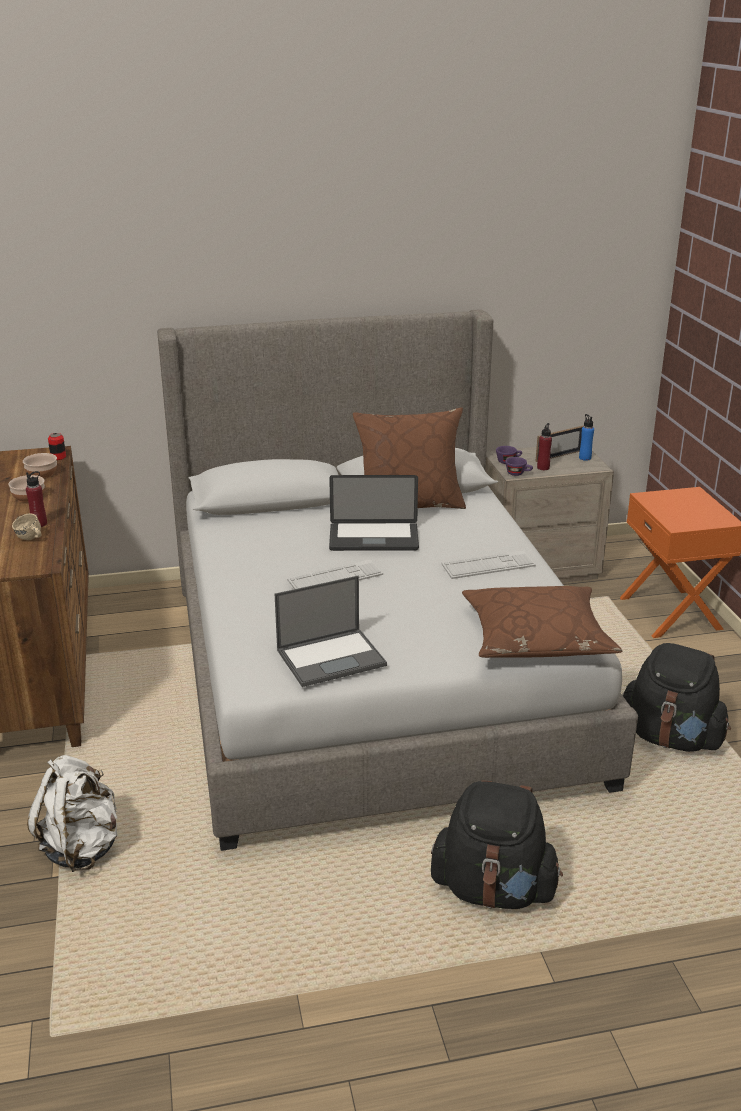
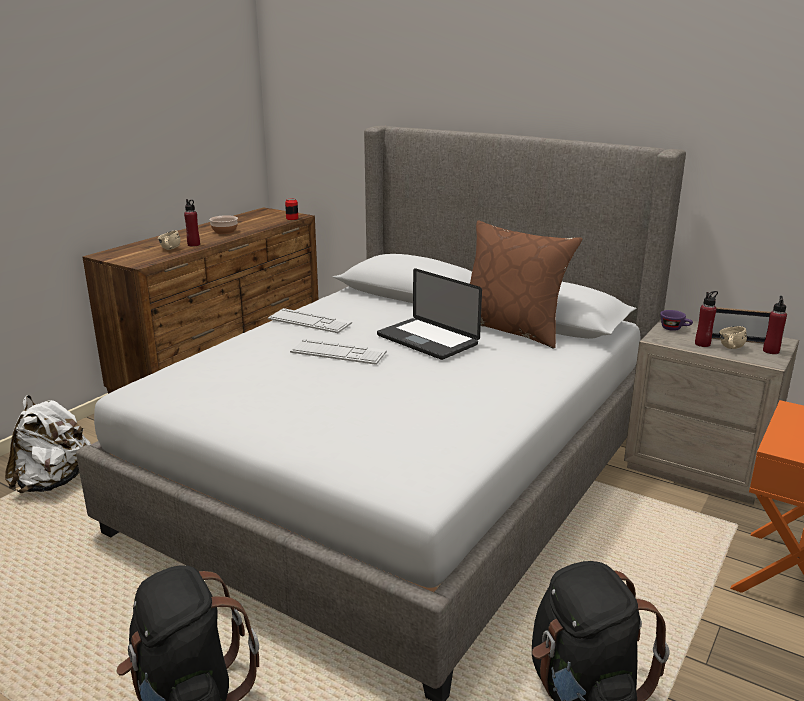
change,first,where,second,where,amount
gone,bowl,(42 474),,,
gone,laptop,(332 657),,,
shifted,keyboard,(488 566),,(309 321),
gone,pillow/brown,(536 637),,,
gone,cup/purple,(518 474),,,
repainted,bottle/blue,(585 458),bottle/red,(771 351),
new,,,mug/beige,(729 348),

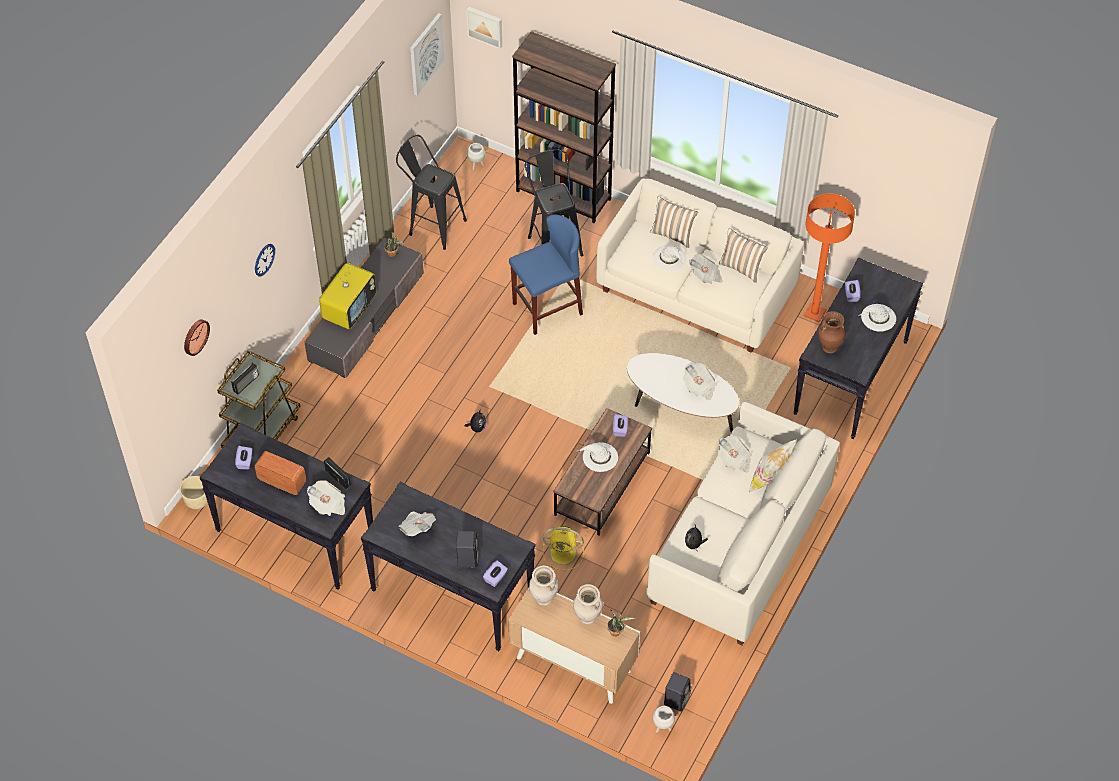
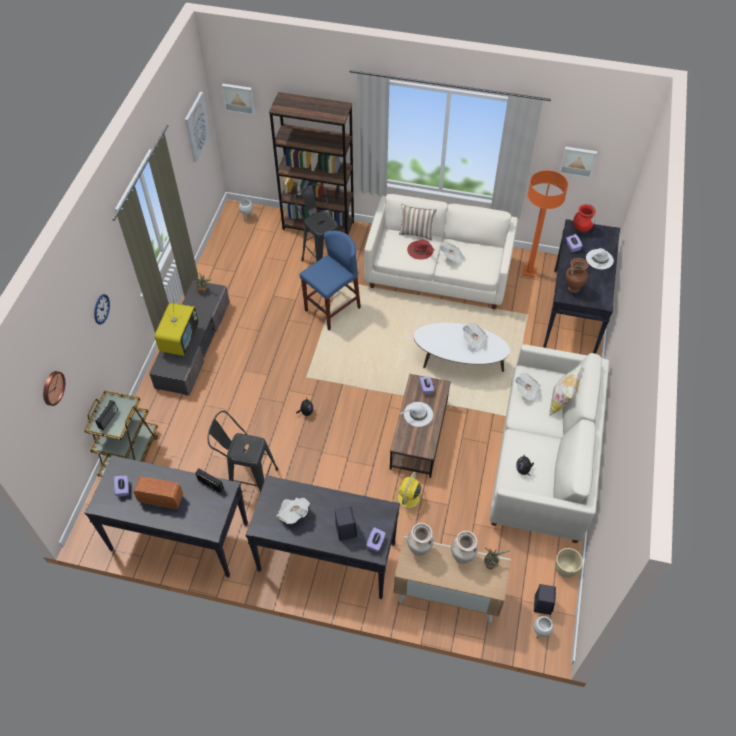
change,first,where,second,where,amount
shifted,planter/beige,(197 501),,(565 569),
gone,newspaper,(328 505),,,
shifted,stool/black,(432 225),,(248 481),
rotated,fan/yellow,(564 553),,(408 499),120 degrees clockwise
repainted,hat/white,(669 258),hat/red,(420 250),
gone,pillow,(741 268),,,
new,,,picture,(578 161),
new,,,vase/red,(582 228),

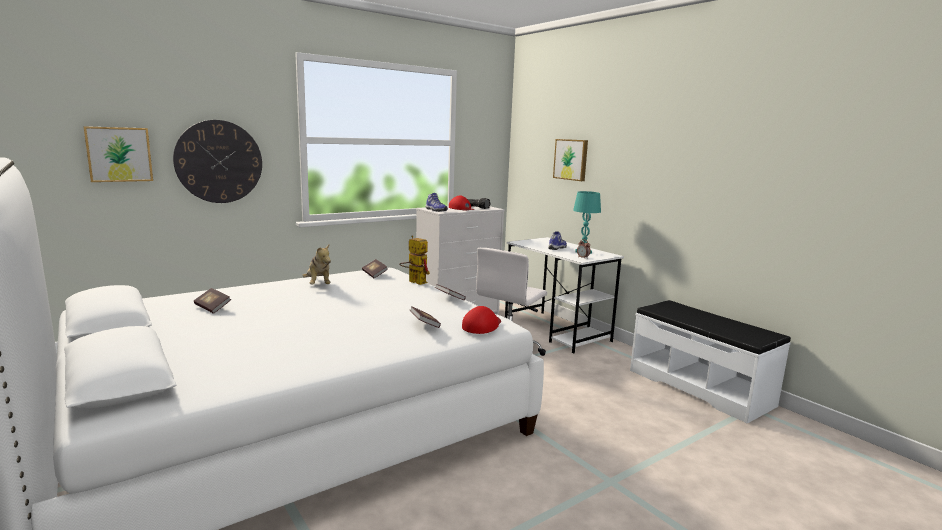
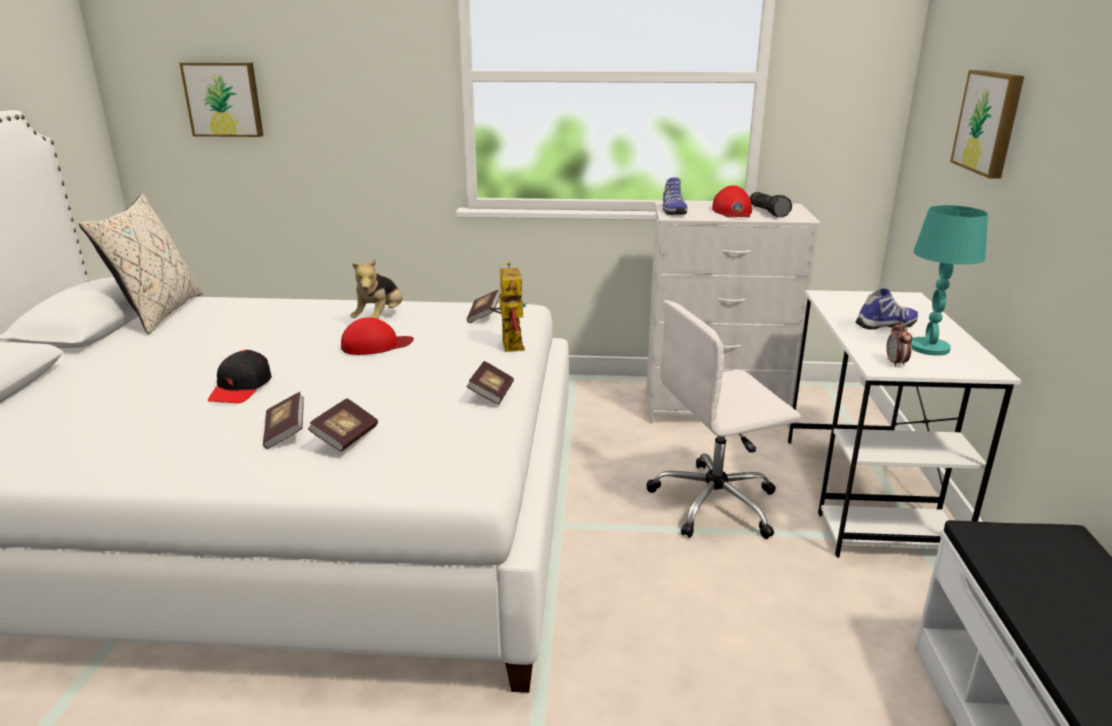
change,first,where,second,where,amount
gone,wall clock,(219 162),,,
shifted,book,(212 308),,(285 432),
shifted,cap/red,(482 325),,(376 345),
new,,,pillow/beige,(158 313),
new,,,cap/black,(241 388),

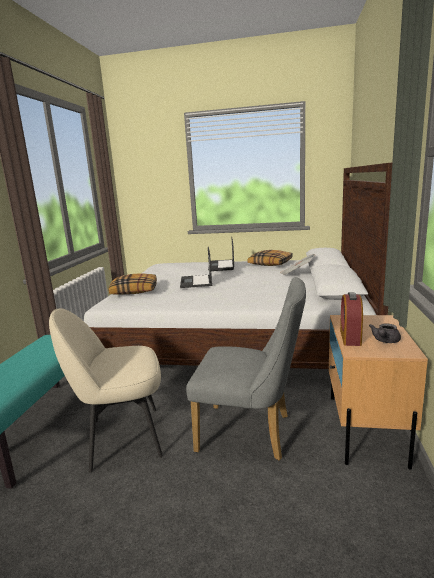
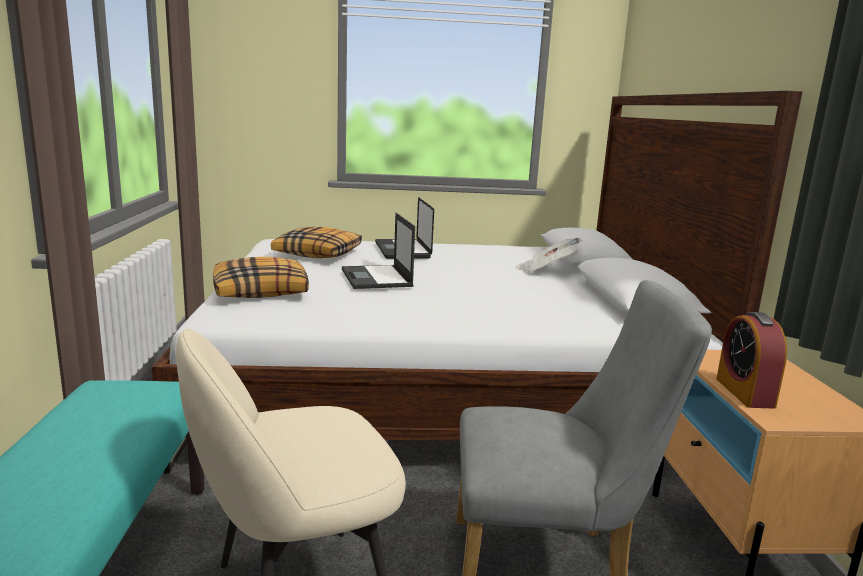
change,first,where,second,where,amount
shifted,pillow,(270 264),,(318 254),
gone,teapot/grey,(385 341),,,

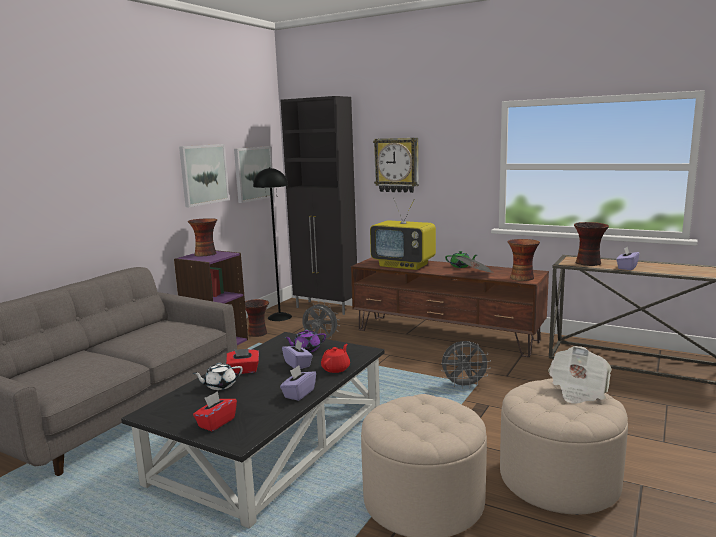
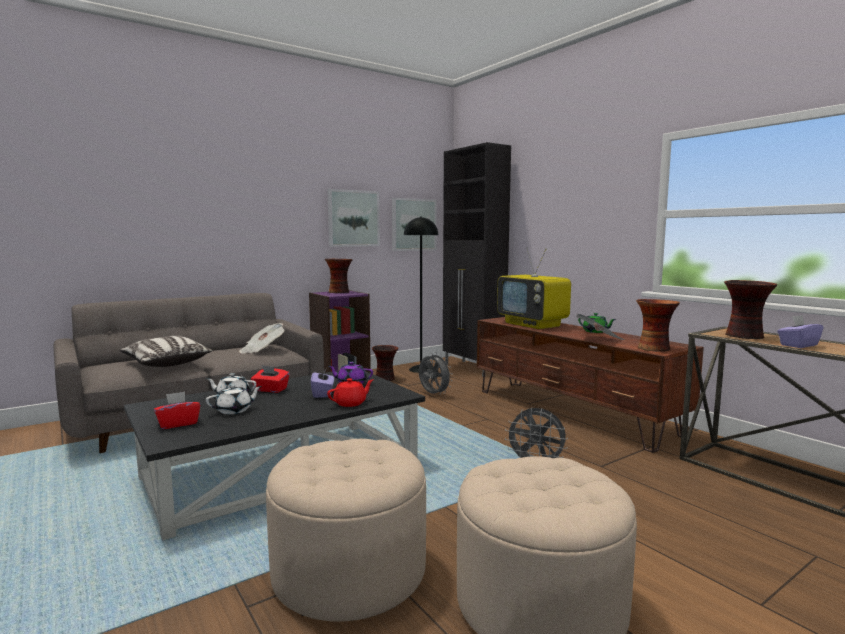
change,first,where,second,where,amount
gone,tissue box/purple,(299 393),,,
gone,wall clock,(397 165),,,
shifted,newspaper,(578 390),,(262 350),
new,,,pillow,(166 363),
new,,,teapot/white,(234 410),

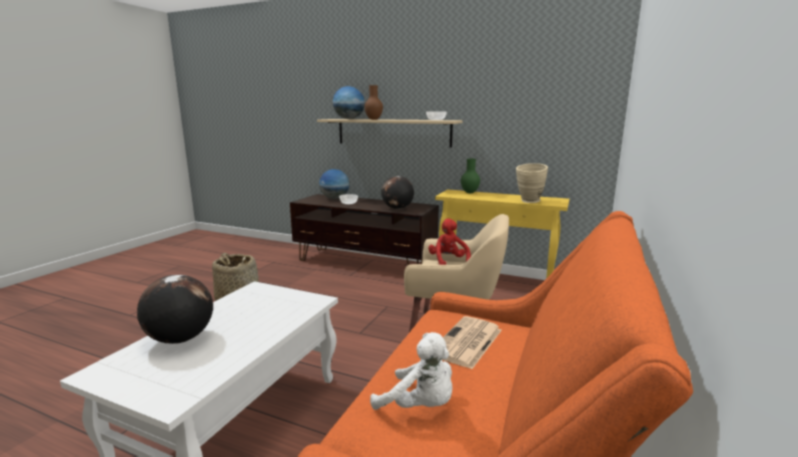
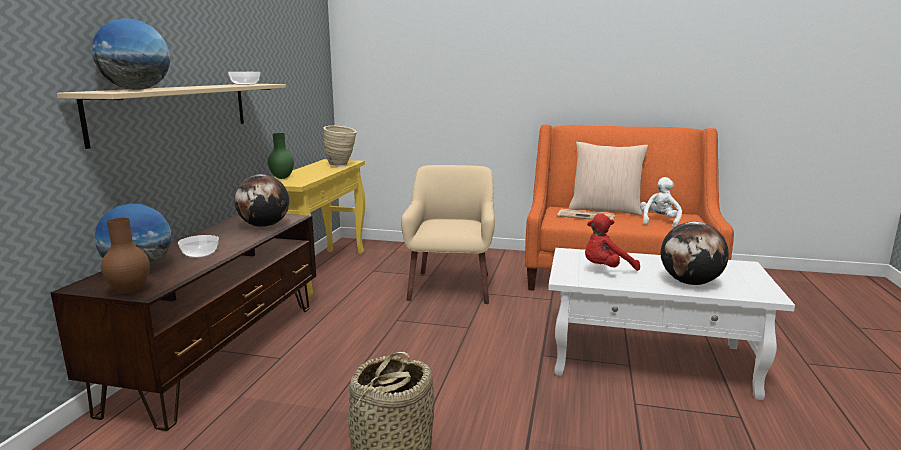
change,first,where,second,where,amount
shifted,vase/brown,(373 119),,(130 291),
shifted,plush toy/red,(448 262),,(606 269),
new,,,pillow/beige,(605 210),

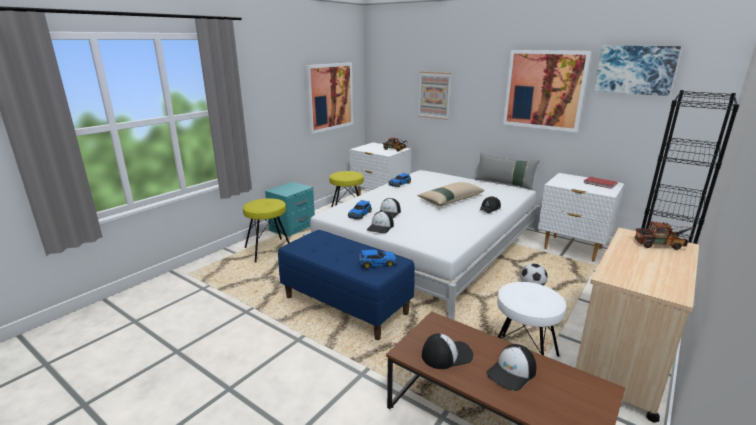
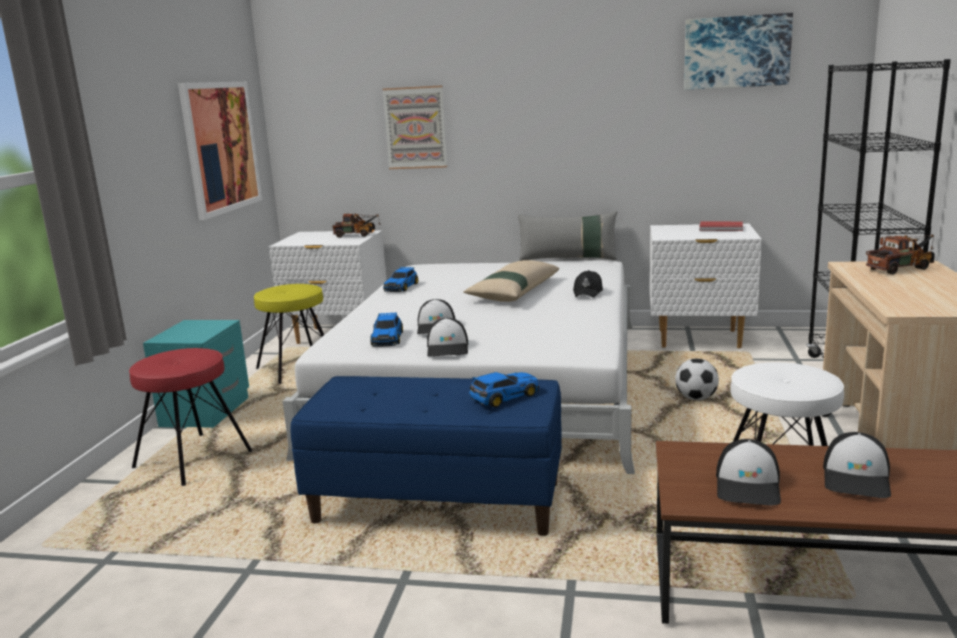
change,first,where,second,where,amount
repainted,stool/yellow,(269 250),stool/red,(194 459),
rotated,cap,(446 354),,(748 486),150 degrees clockwise
gone,picture,(544 90),,,

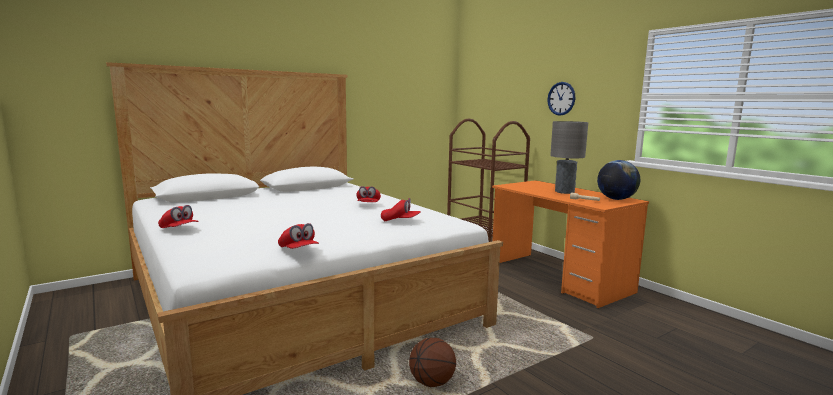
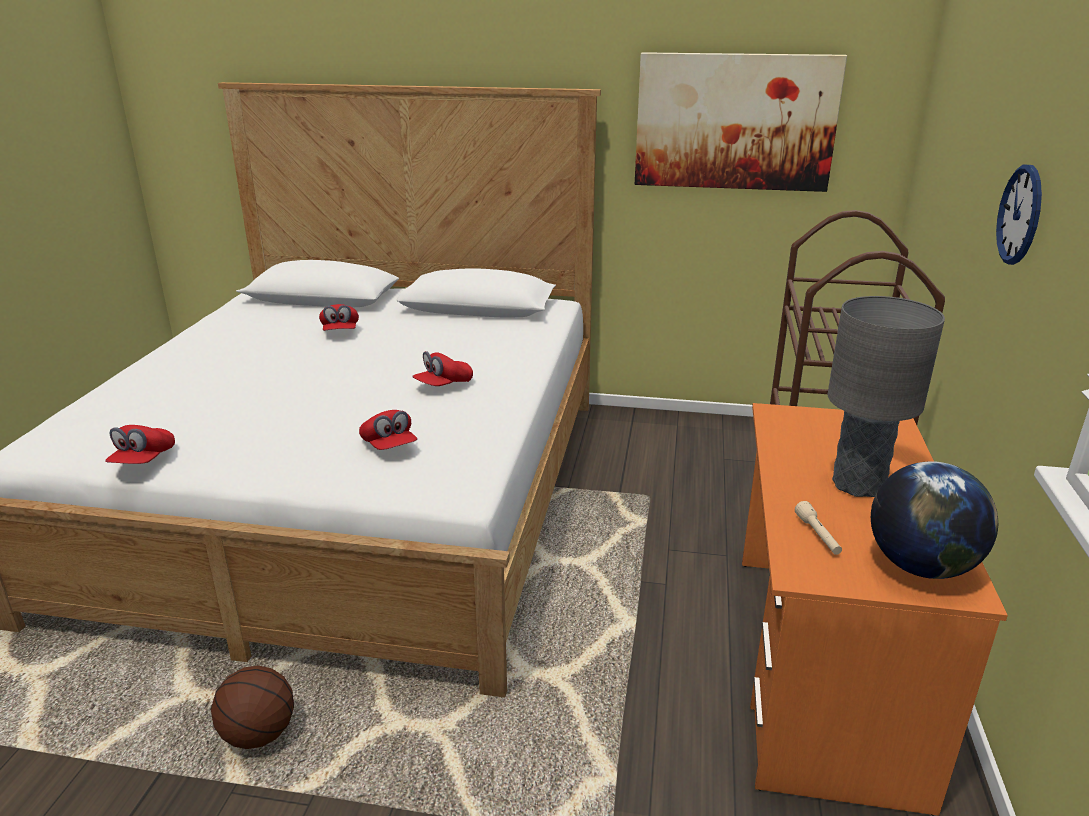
change,first,where,second,where,amount
shifted,cap/red,(179 229),,(340 332),
new,,,picture,(735 122),

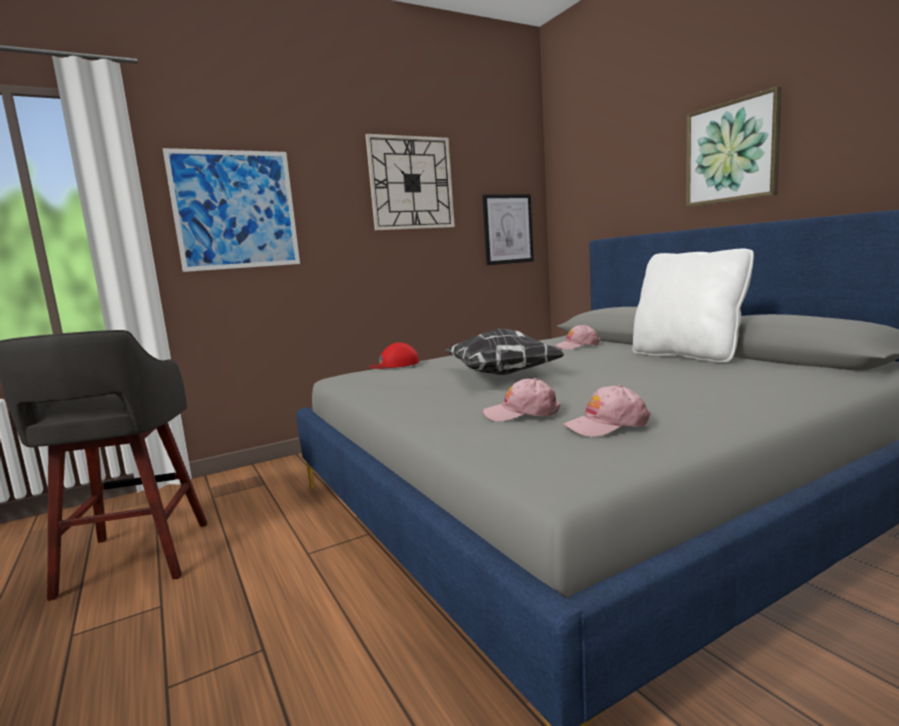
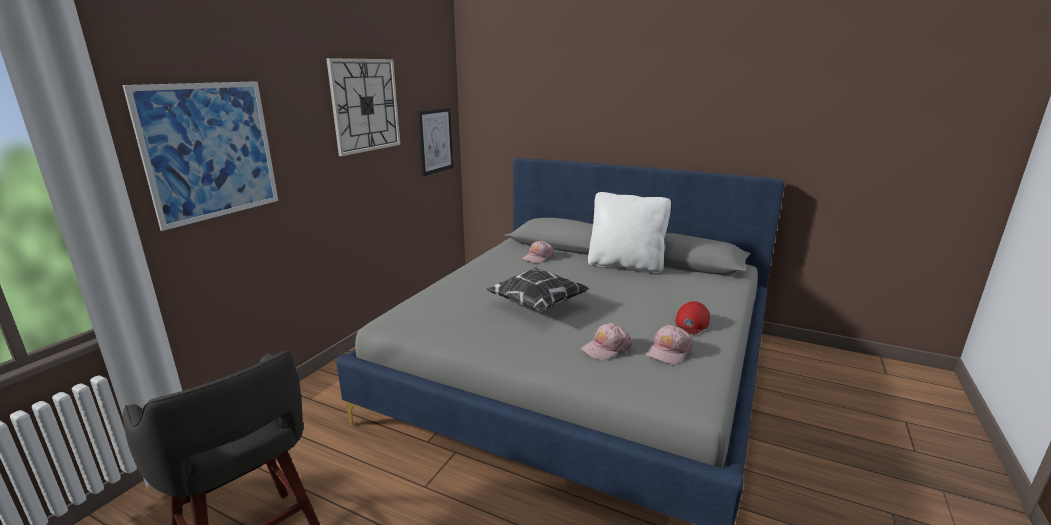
change,first,where,second,where,amount
shifted,cap/red,(395 364),,(691 323),
gone,picture,(731 152),,,

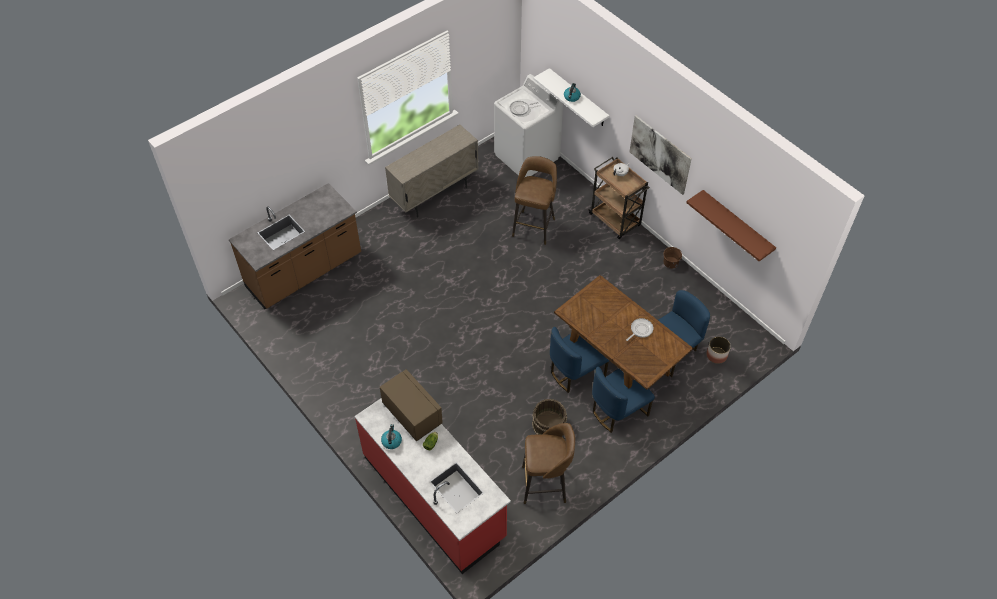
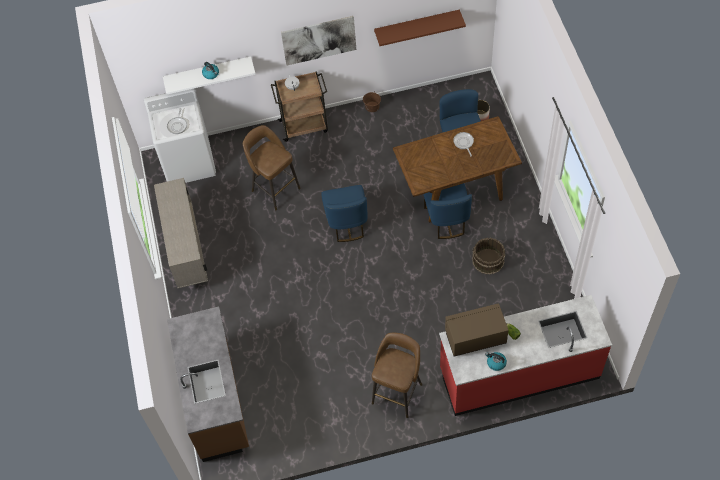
change,first,where,second,where,amount
shifted,stool/brown,(545 484),,(398 392),
shifted,chair/blue,(618 411),,(347 223),

